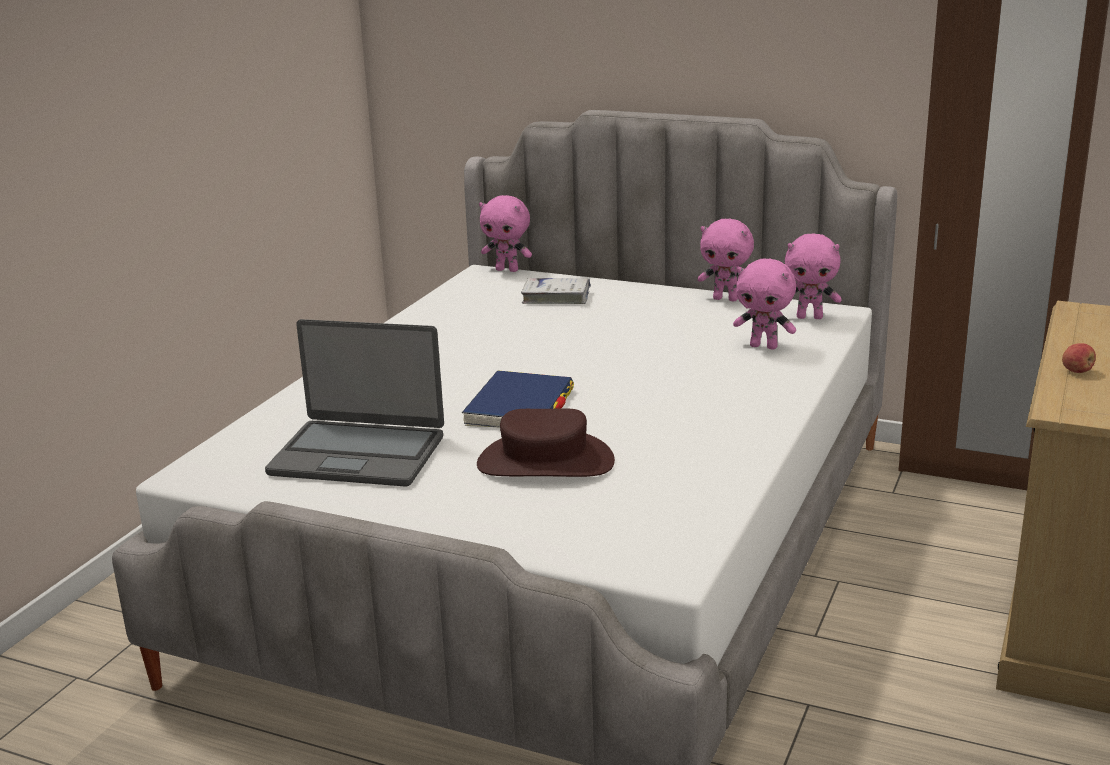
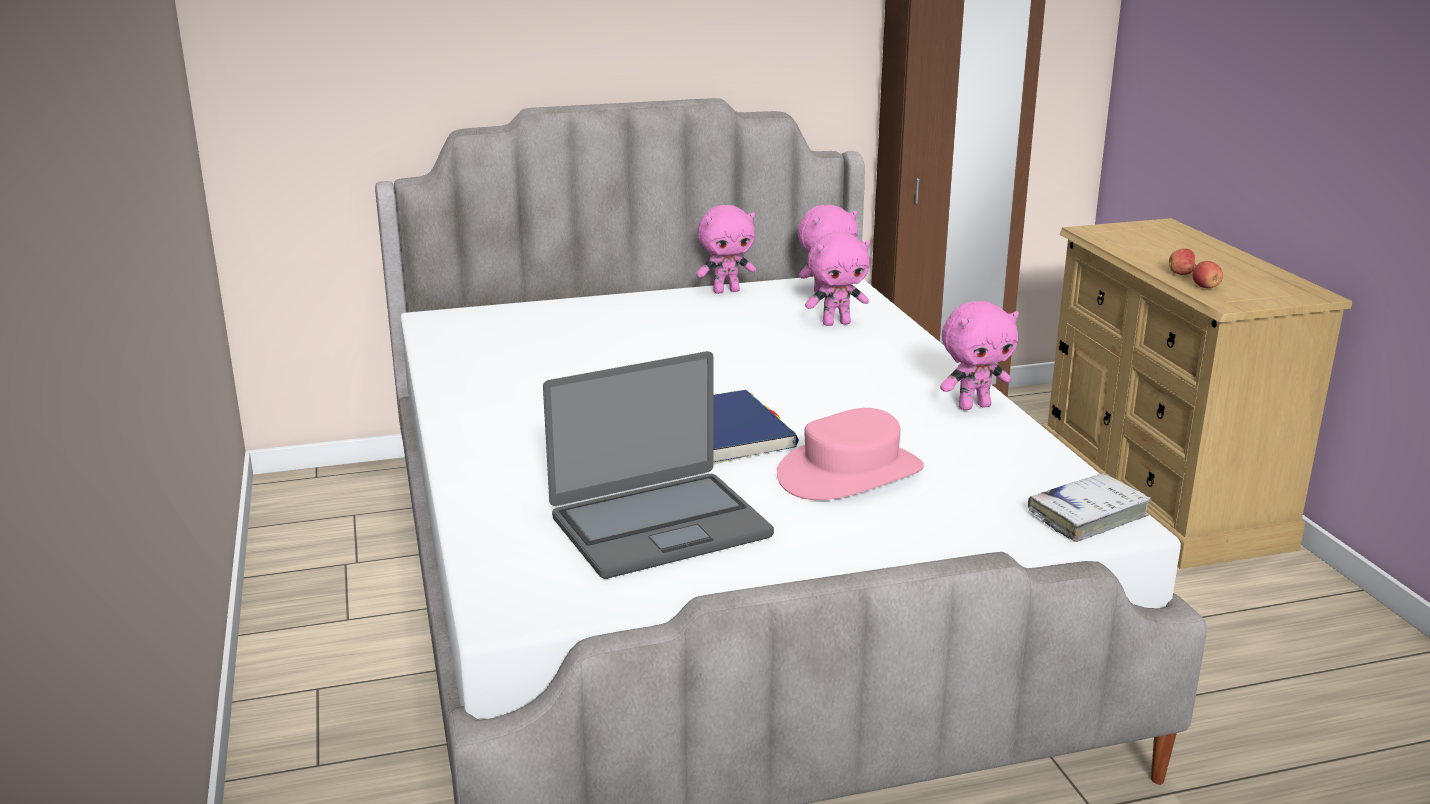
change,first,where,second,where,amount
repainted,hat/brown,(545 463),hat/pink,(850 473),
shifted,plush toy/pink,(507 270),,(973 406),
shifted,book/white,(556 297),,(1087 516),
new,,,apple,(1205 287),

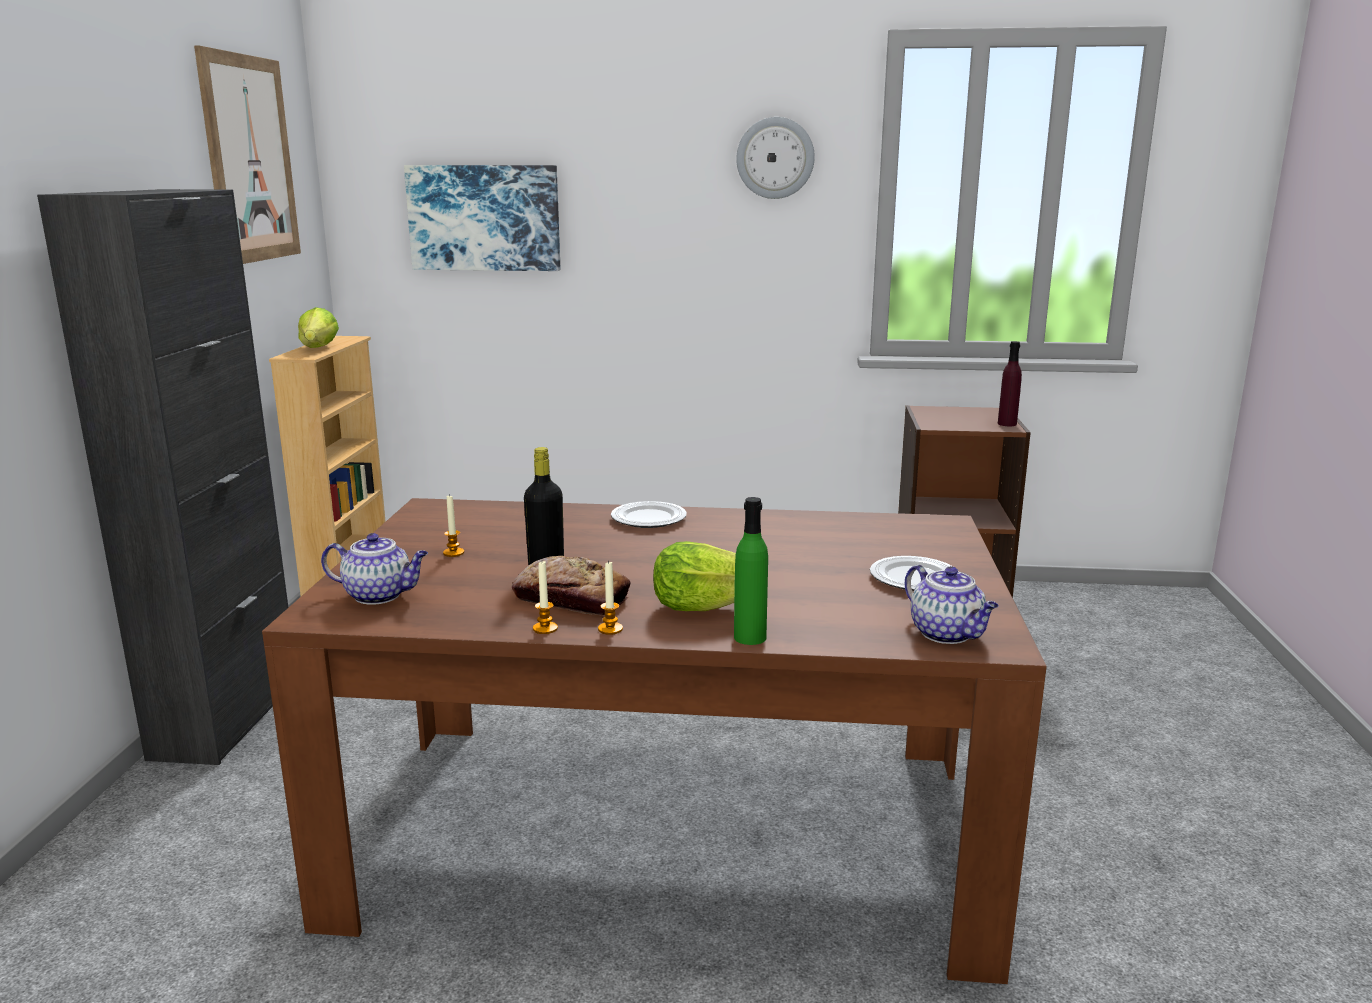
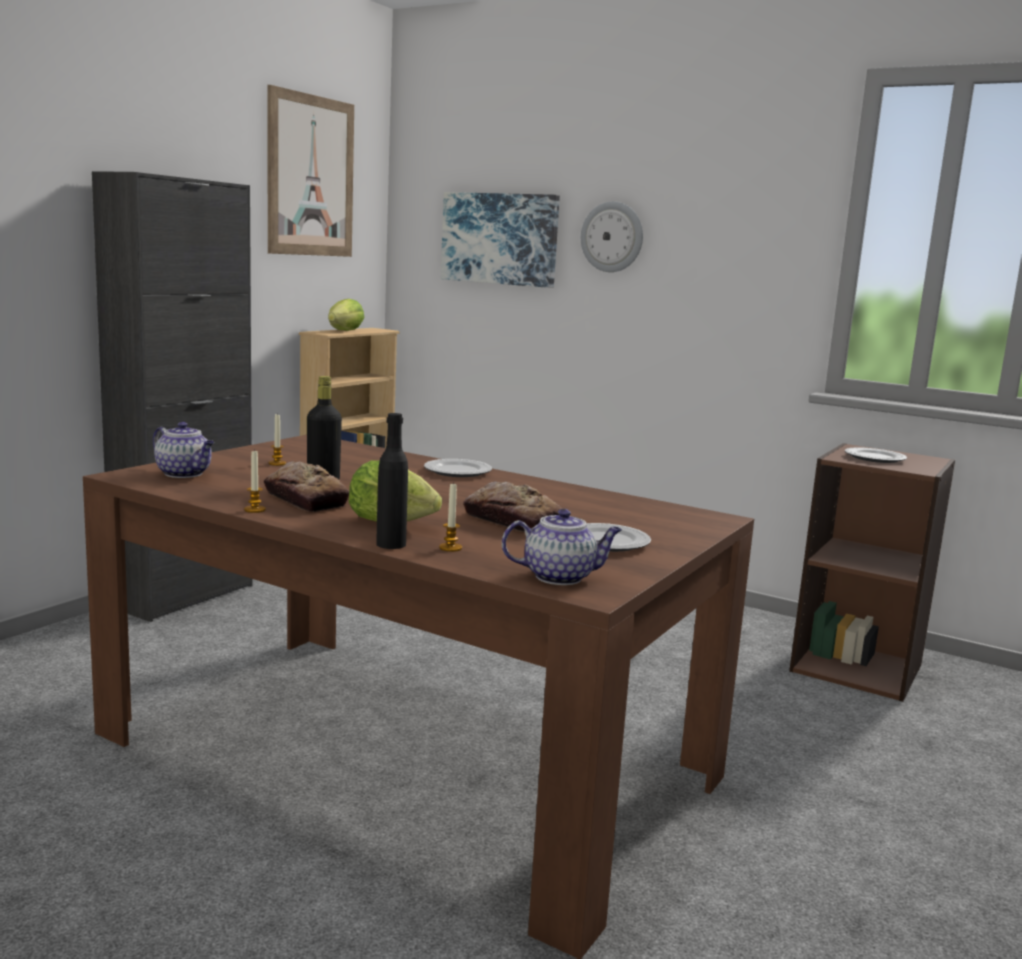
change,first,where,second,where,amount
shifted,candle,(610 629),,(450 548),
repainted,bottle/green,(750 637),bottle/black,(391 544),
shifted,wall clock,(775 158),,(612 237),
rotated,teapot,(948 634),,(560 577),90 degrees counterclockwise
gone,bottle/purple,(1007 424),,,
new,,,bread,(512 521),
new,,,plate,(874 458),

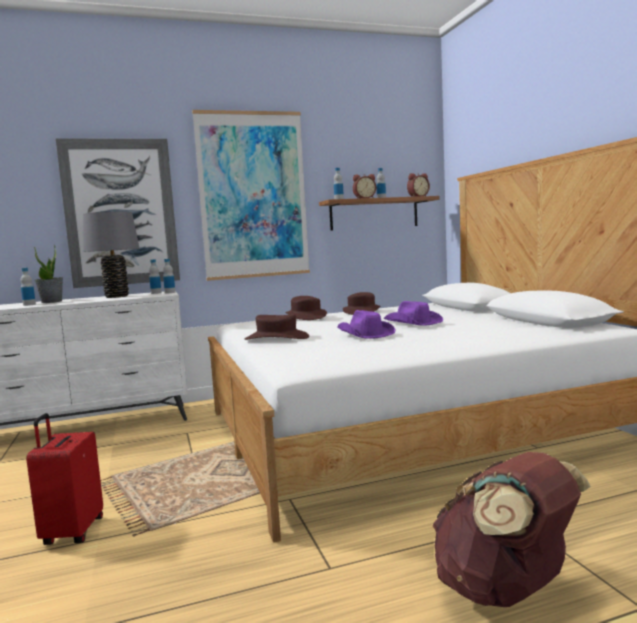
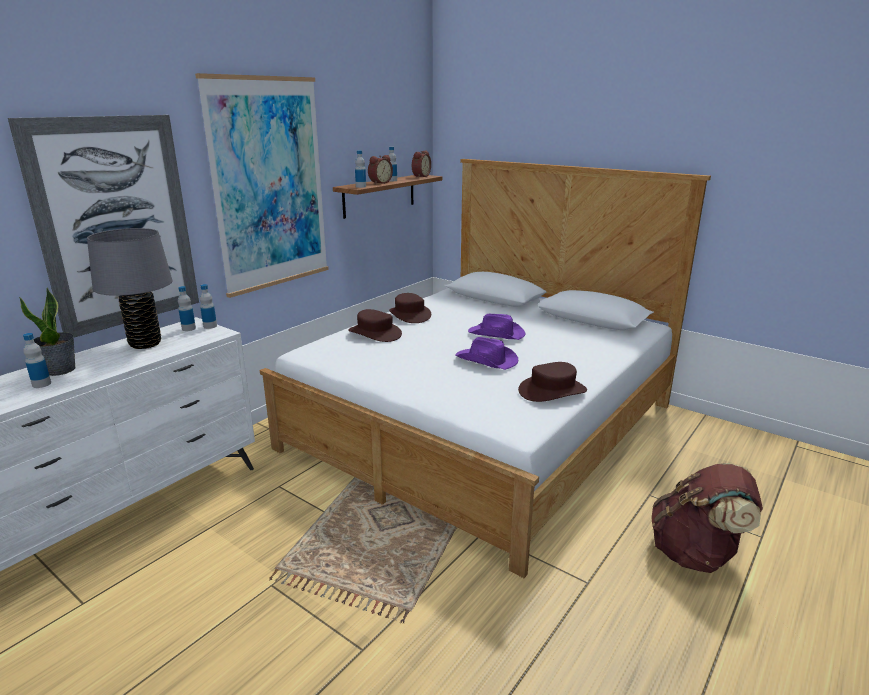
change,first,where,second,where,amount
gone,suitcase/red,(72 532),,,
shifted,hat/brown,(277 338),,(552 390),

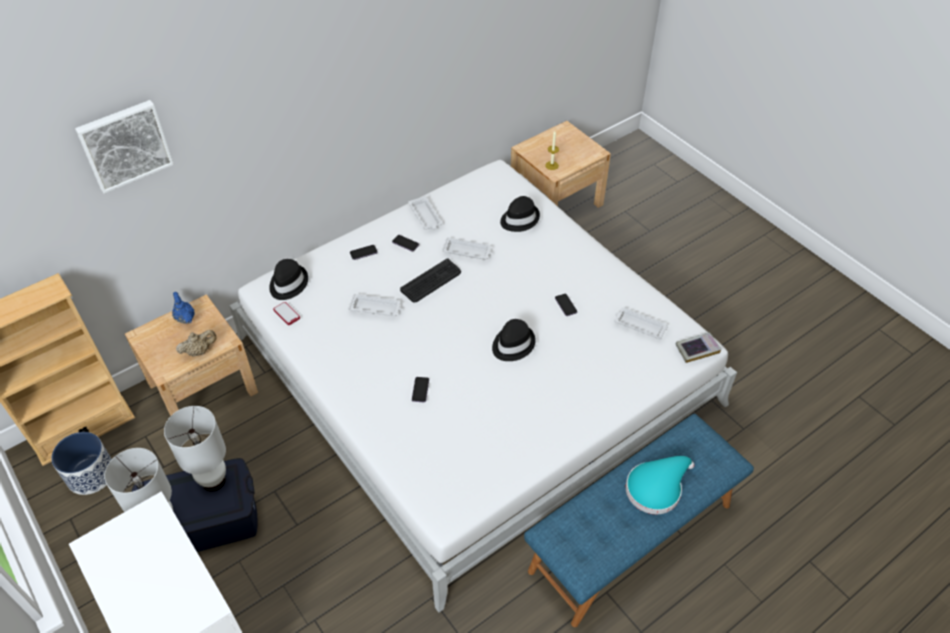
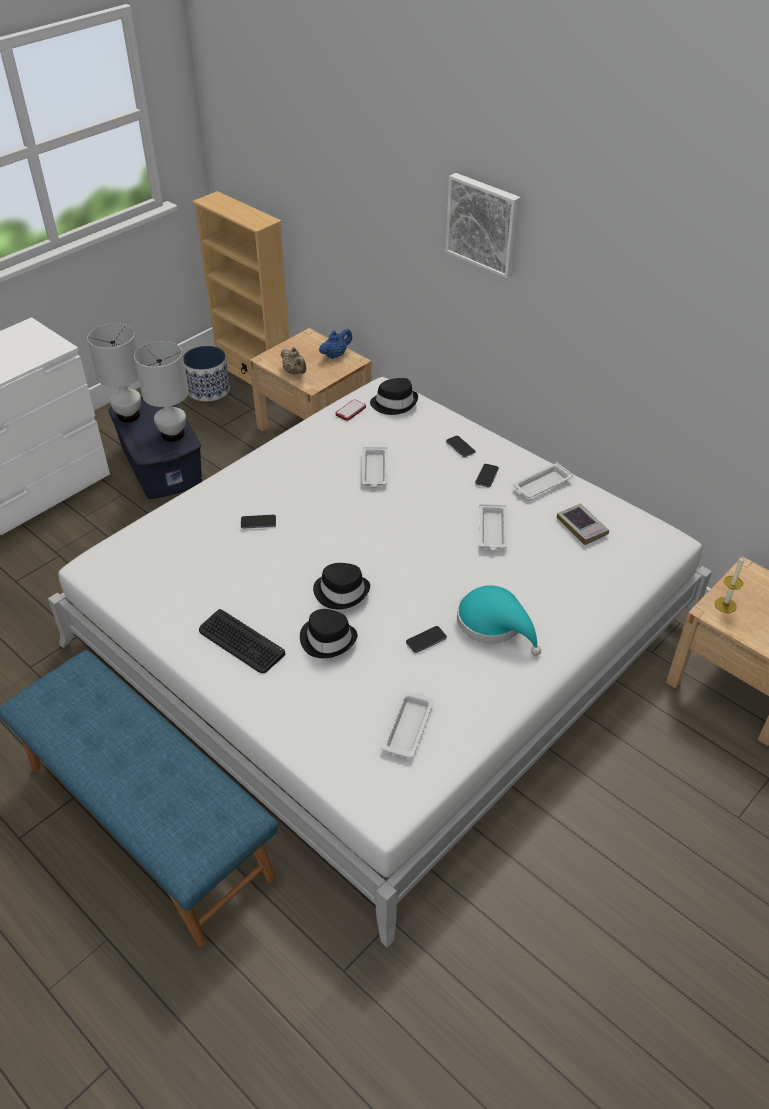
change,first,where,second,where,amount
shifted,picture,(124 144),,(484 224),
shifted,keyboard,(431 281),,(241 642),
shifted,hat/black,(519 219),,(328 639),
shifted,hat/turquoise,(656 488),,(494 624),
shifted,book,(697 349),,(582 527),

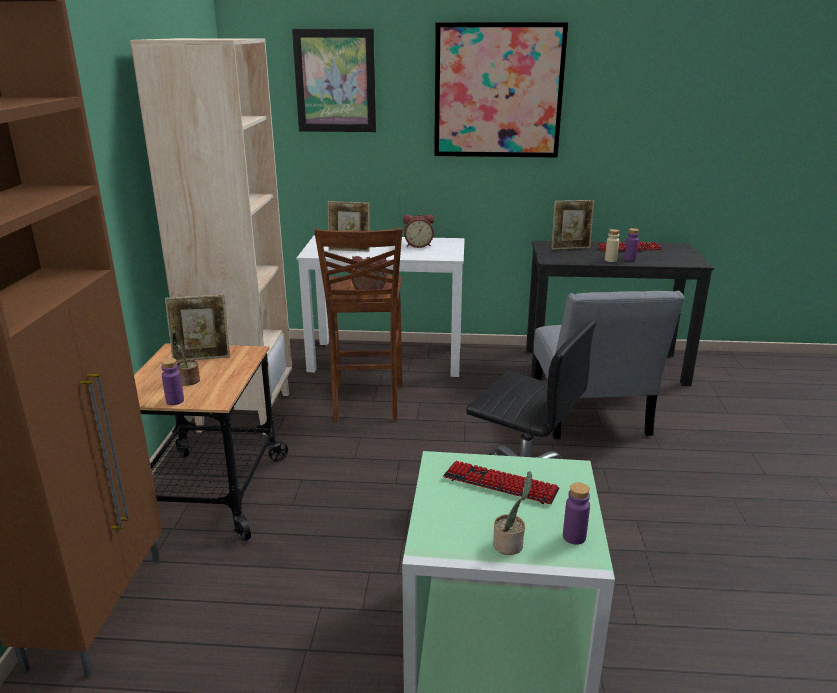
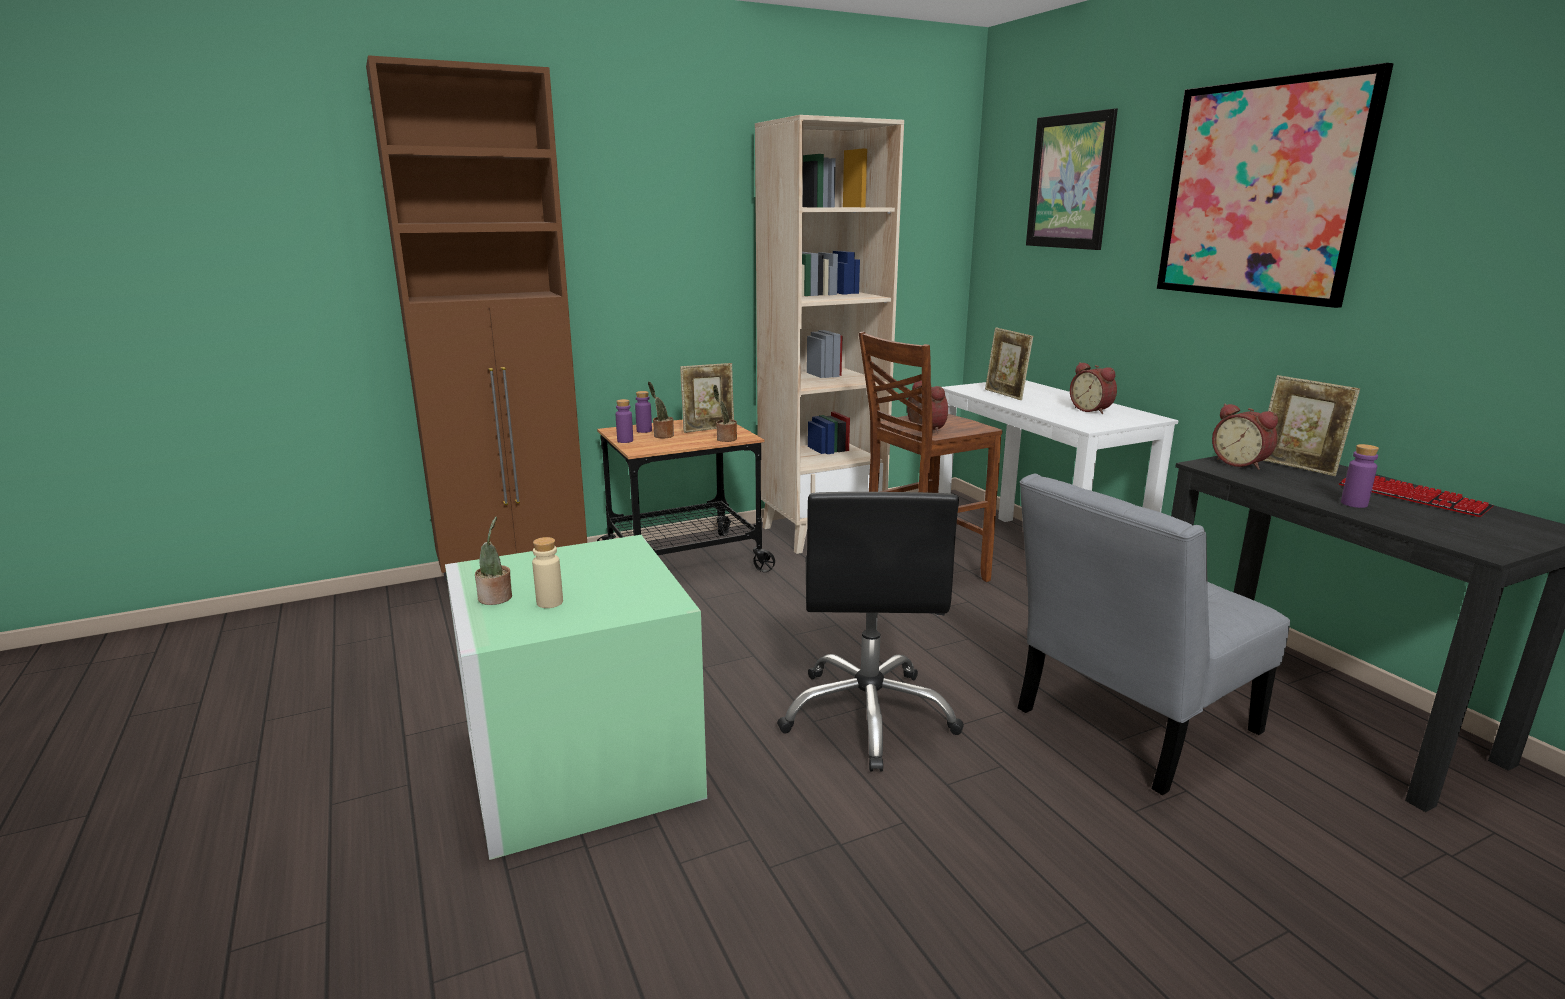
change,first,where,second,where,amount
rotated,picture frame,(202 358),,(708 429),75 degrees counterclockwise
gone,keyboard,(500 484),,,
shifted,bottle/purple,(574 537),,(644 431),
shifted,bottle/beige,(610 260),,(550 602),
new,,,potted plant,(725 439),
new,,,alarm clock,(1241 463),

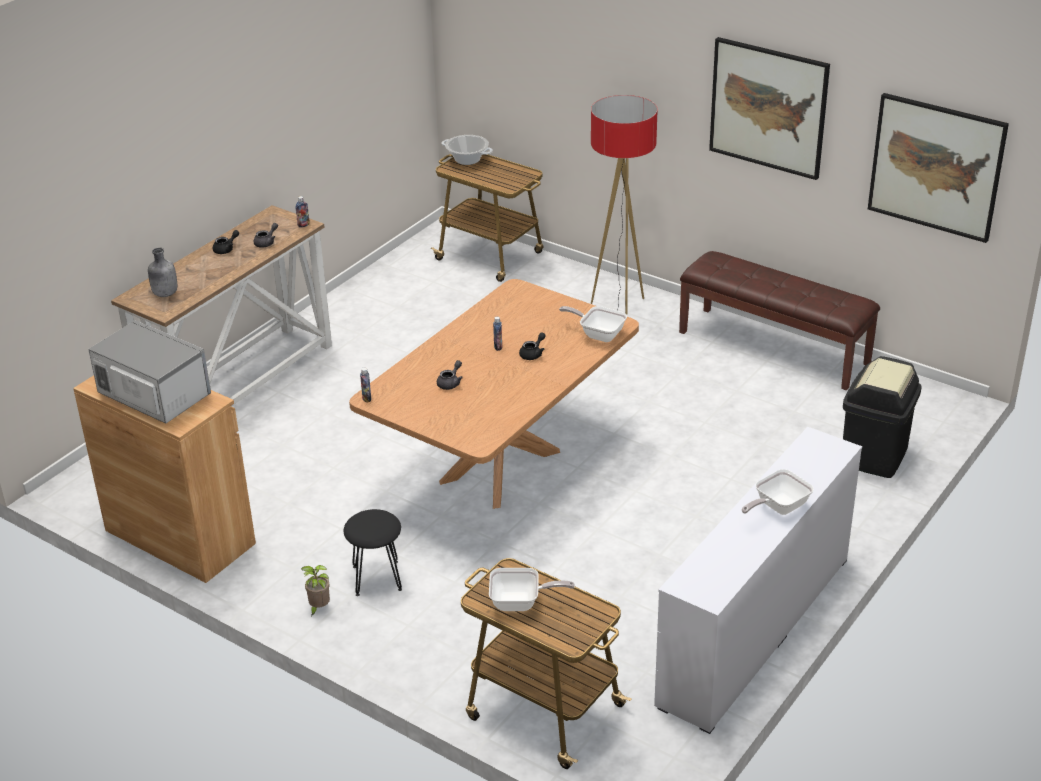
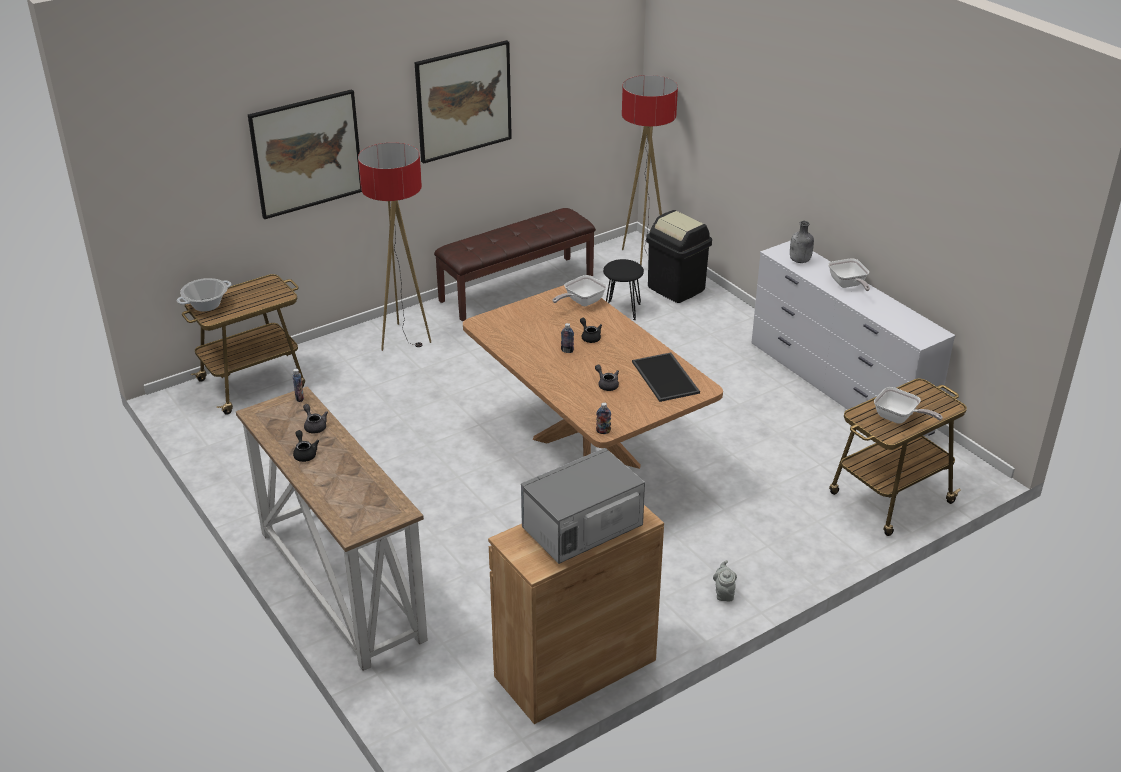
change,first,where,second,where,amount
shifted,bottle/grey,(165 294),,(800 261),
swapped,potted plant,(318 608),teapot/grey,(724 593),
shifted,stool/black,(376 578),,(622 310),
rotated,frying pan,(521 603),,(899 418),105 degrees clockwise
shifted,picture,(936 166),,(306 153),
new,,,floor lamp,(643 257),
new,,,tray,(666 377),

